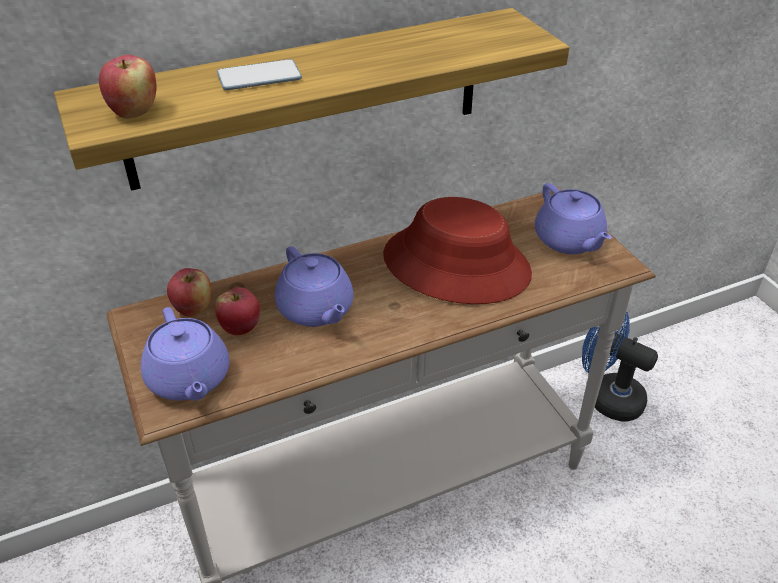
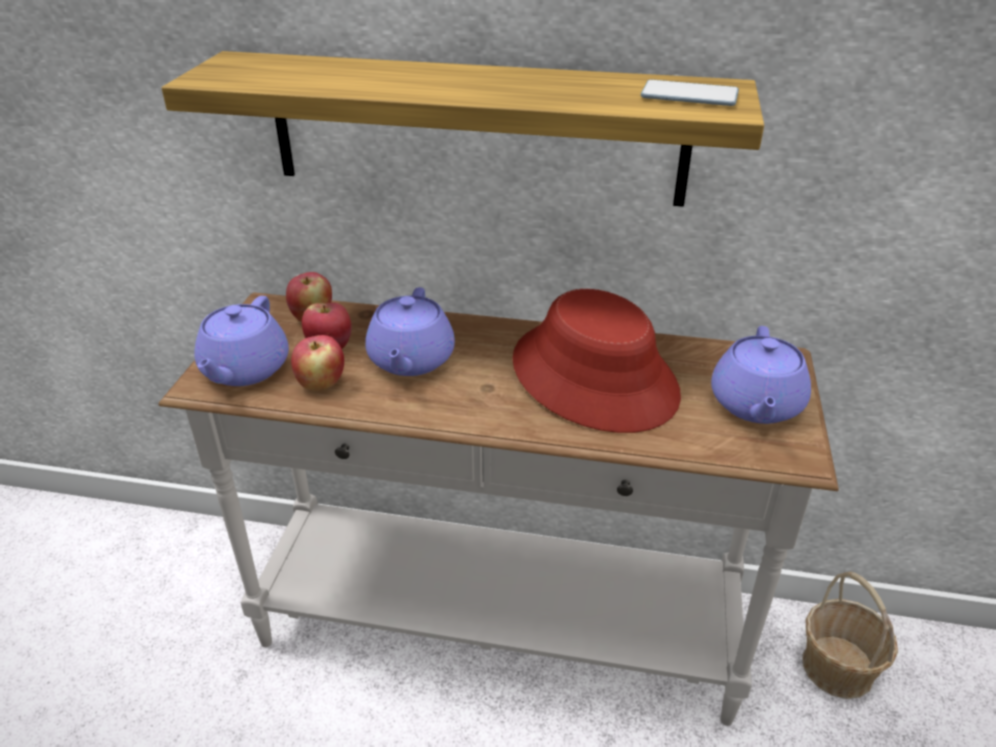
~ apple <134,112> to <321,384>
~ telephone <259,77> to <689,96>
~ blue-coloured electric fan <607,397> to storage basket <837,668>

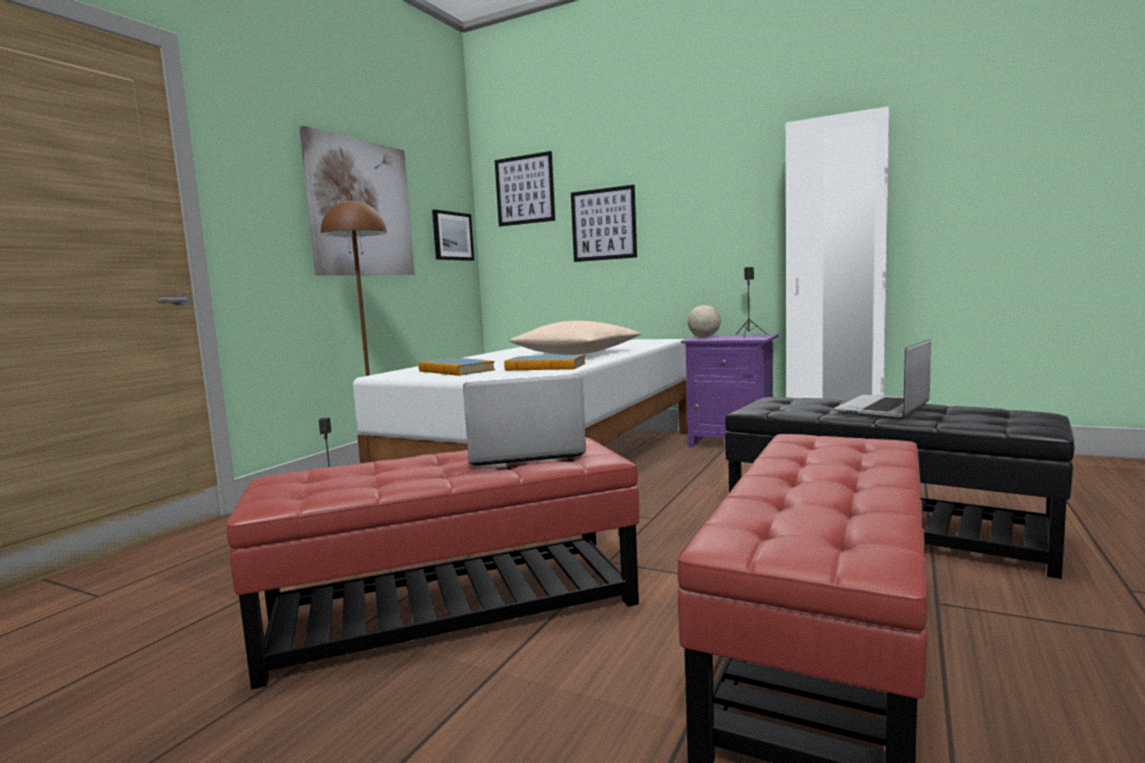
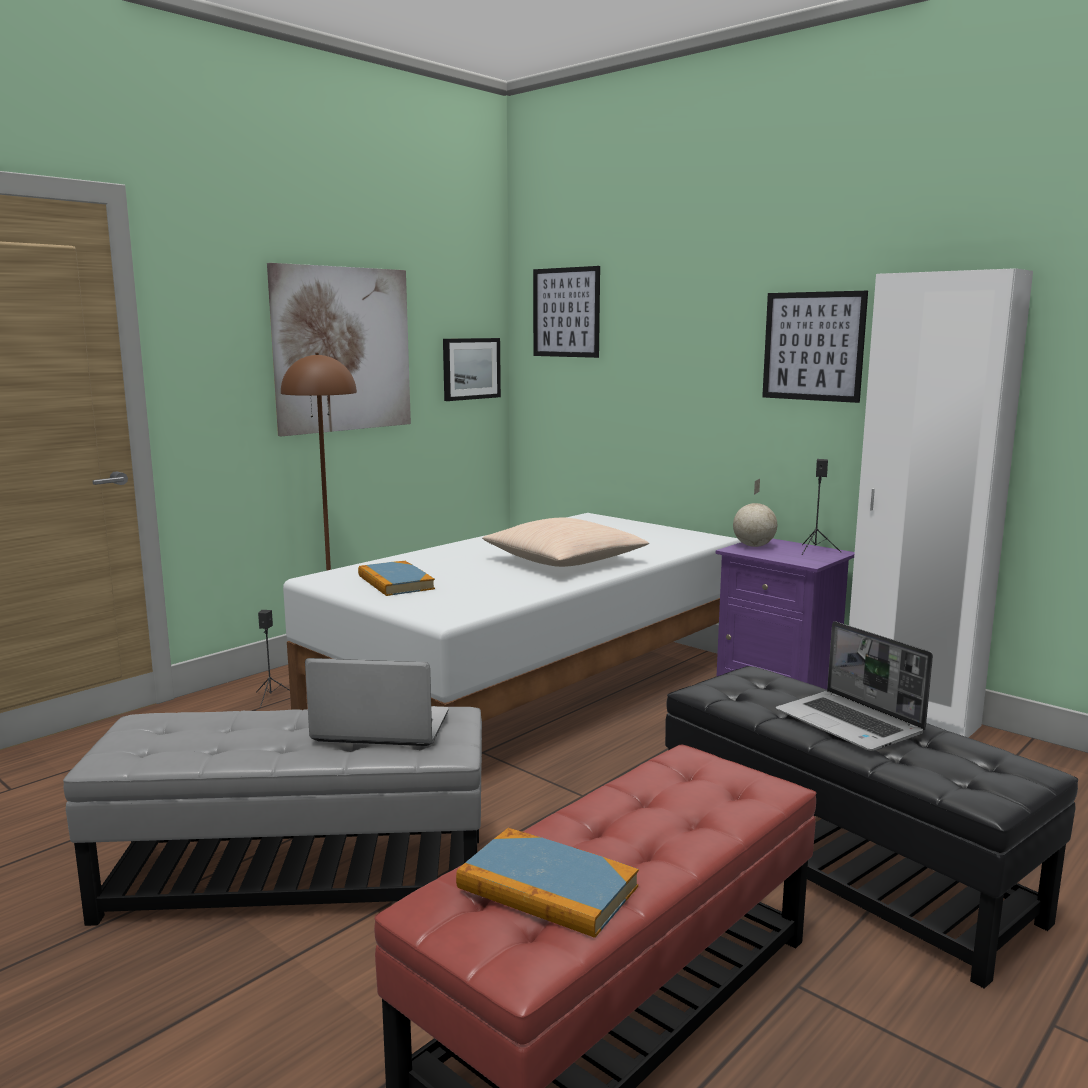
~ volume <545,367> to <547,888>
~ wall picture <603,224> to <813,346>
~ red ottoman <453,611> to grey ottoman <297,878>
~ portable computer <884,409> = <850,724> 90 degrees counterclockwise

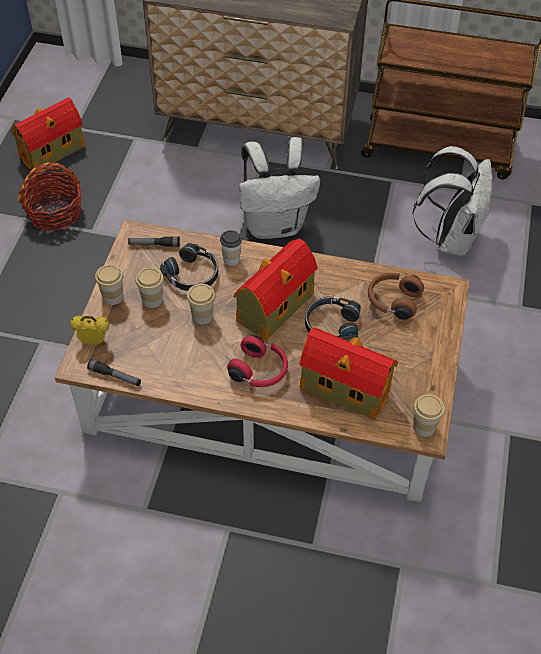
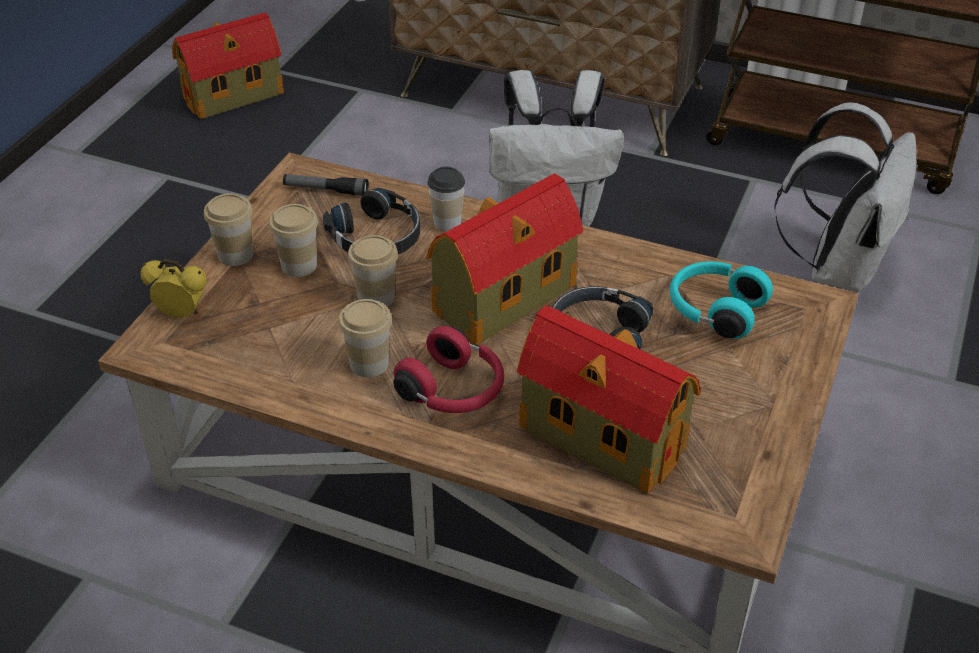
- storage basket <55,212>
- hand torch <115,376>
~ small cup <424,427> to <369,363>
~ brown-coloured headphones <392,301> to turquoise-coloured headphones <714,310>

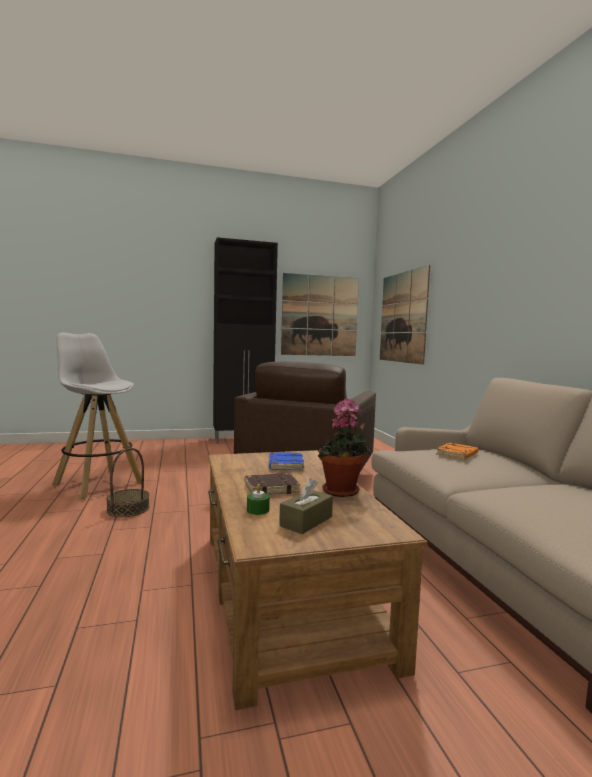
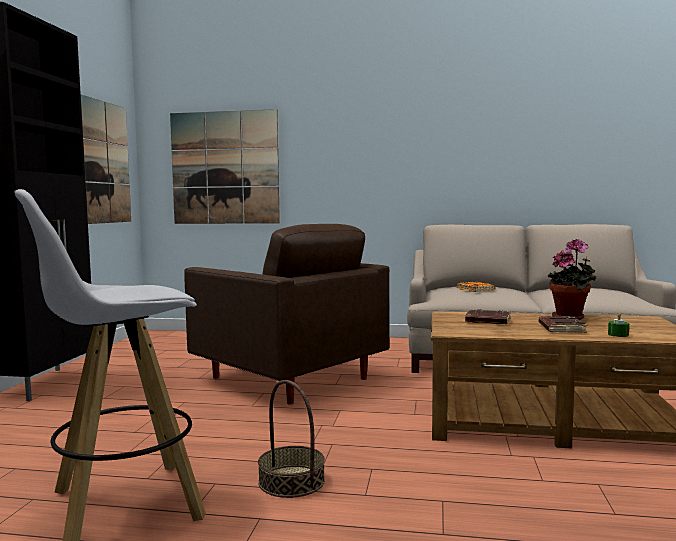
- brown-coloured tissue holder <306,521>
~ blue-coloured volume <285,465> to brown-coloured volume <487,321>

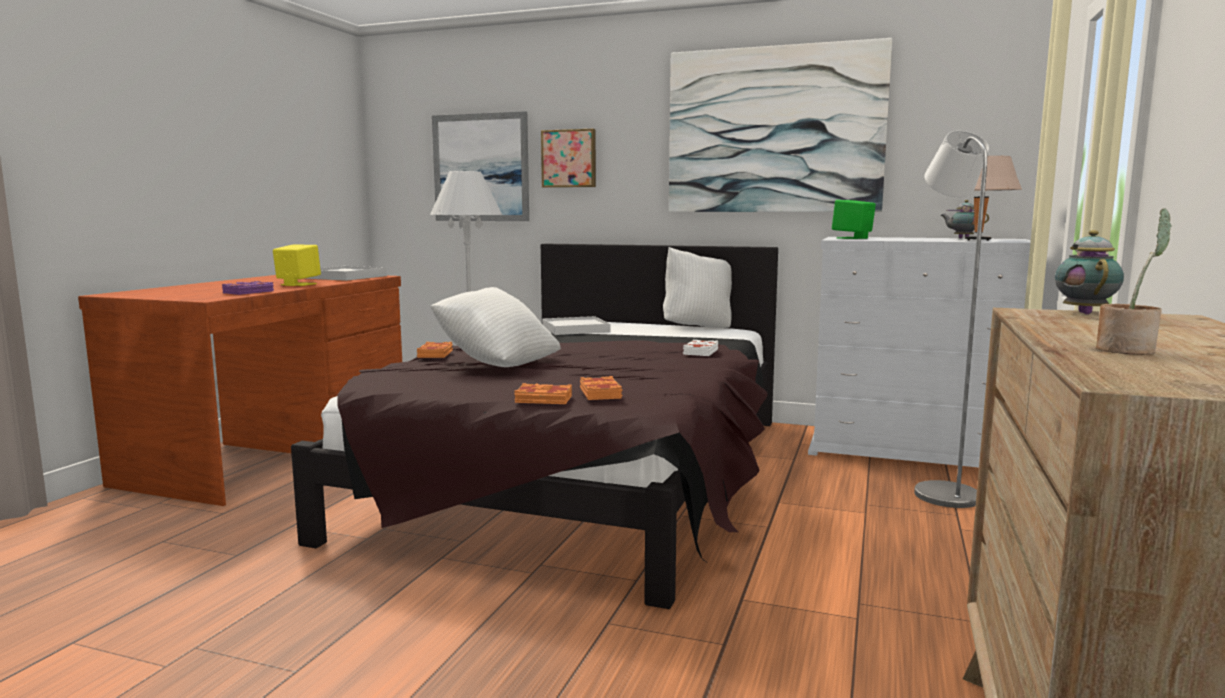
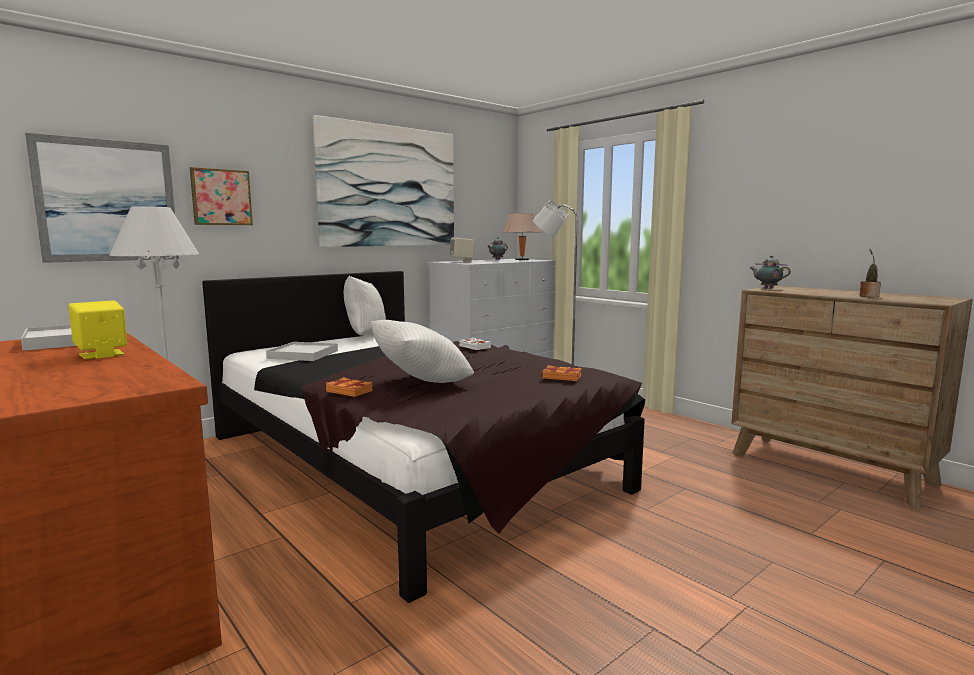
- purplish volume <249,292>
- orangey volume <543,400>
~ greenish speaker <852,238> to sand-coloured speaker <462,262>

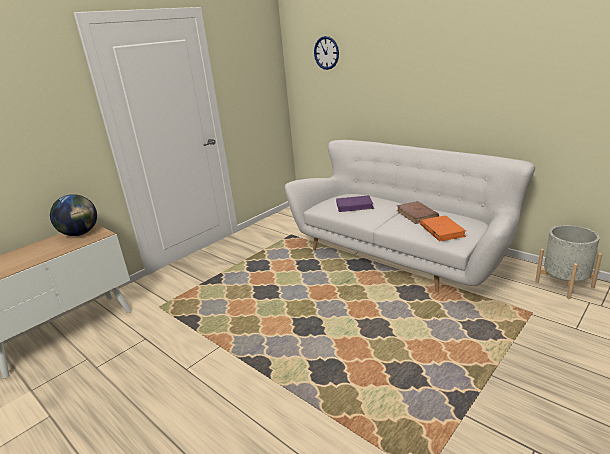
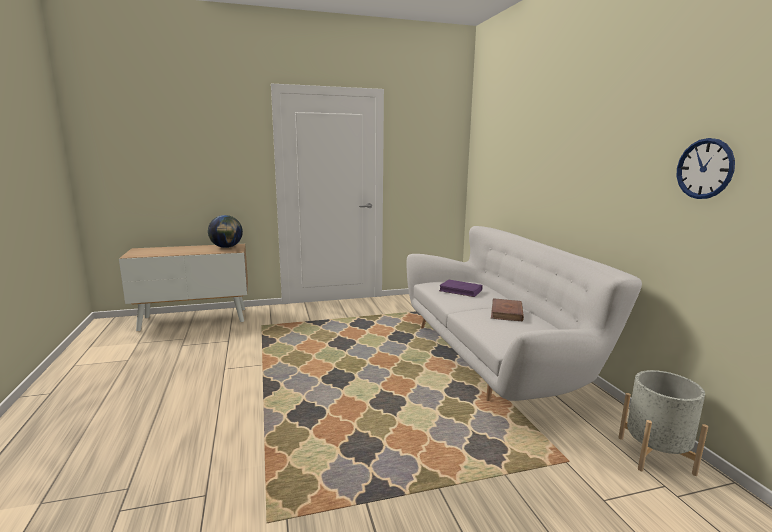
- orangey volume <442,230>
~ clock on the wall <326,53> to <704,169>

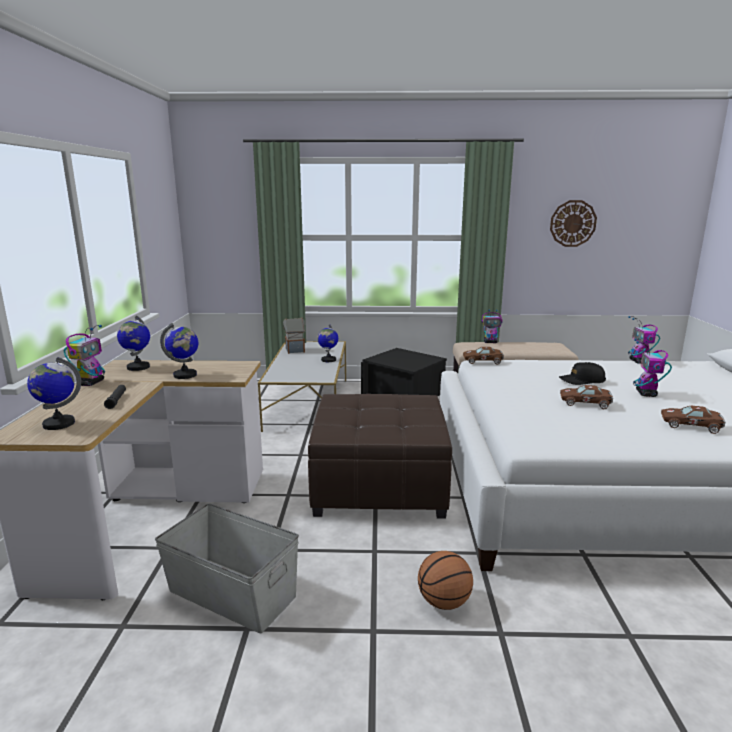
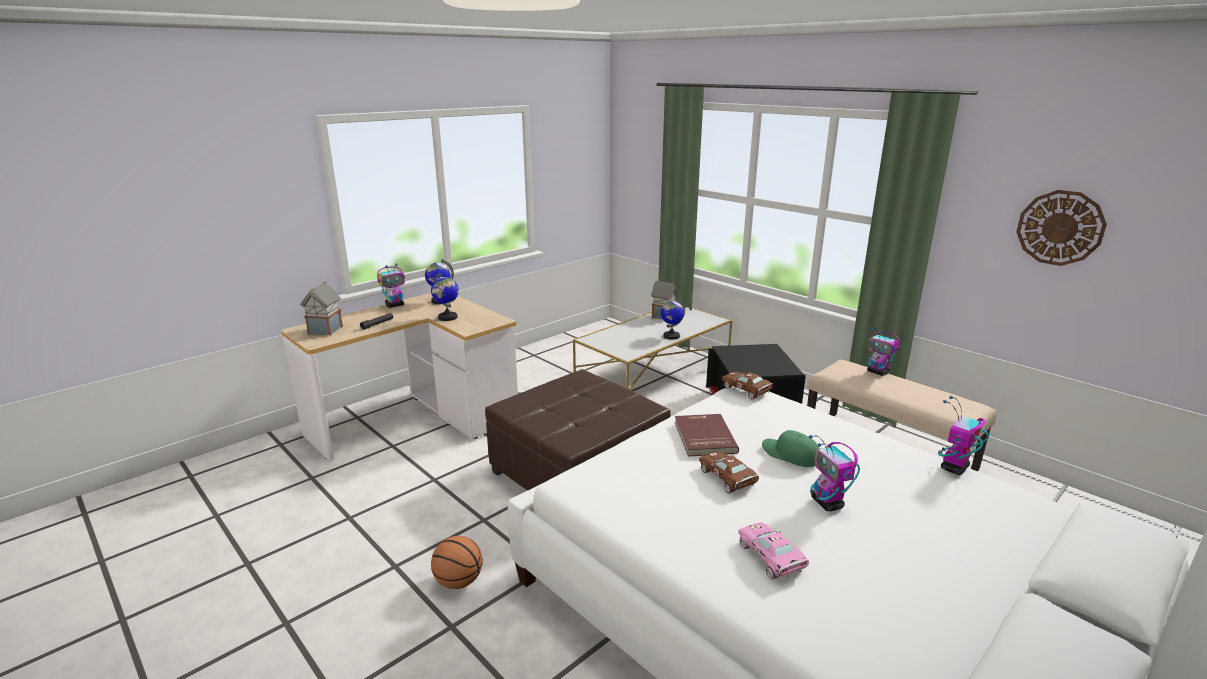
- grey storage box <232,592>
+ red volume <703,437>
~ globe <58,424> to toy house <325,330>
~ black-coloured peaked cap <582,380> to greenish peaked cap <790,454>
~ brown-coloured toy car <693,426> to pinkish toy car <772,559>
~ robot figure <646,394> = <827,504> 75 degrees counterclockwise

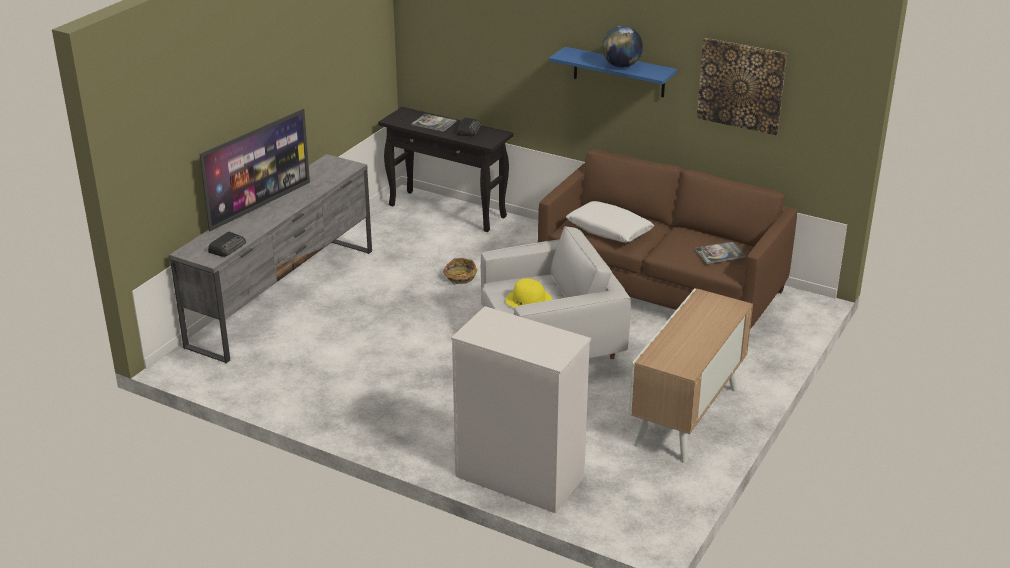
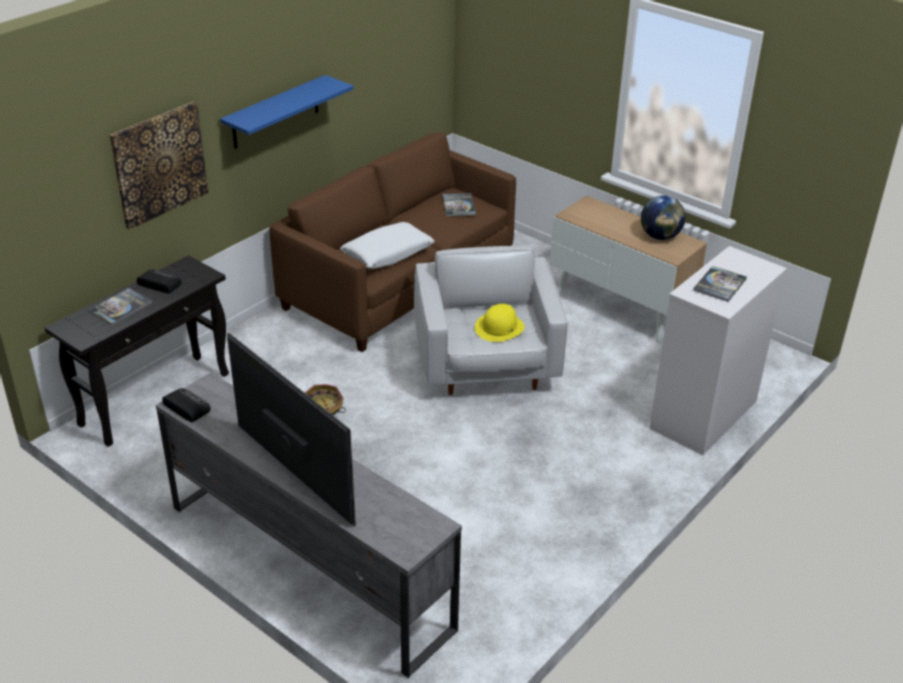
+ volume <719,285>
~ radio receiver <227,247> to <186,407>
~ globe <621,66> to <660,236>
~ wall picture <741,85> to <159,164>

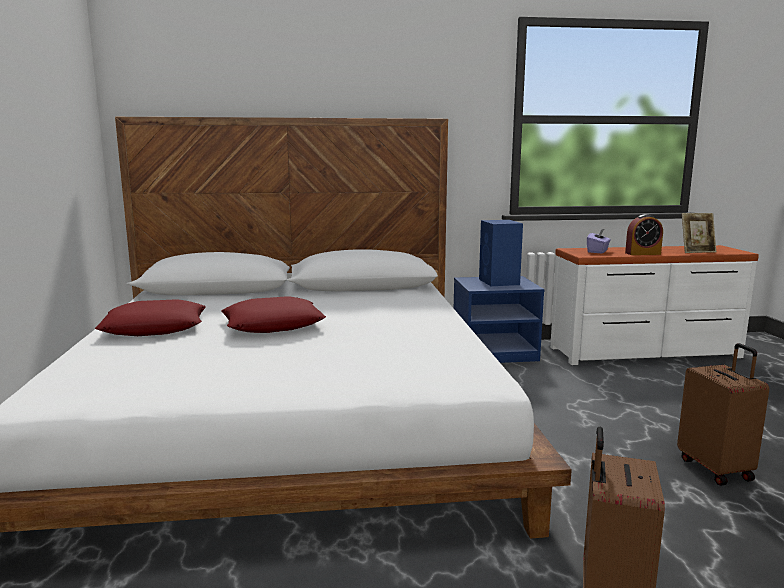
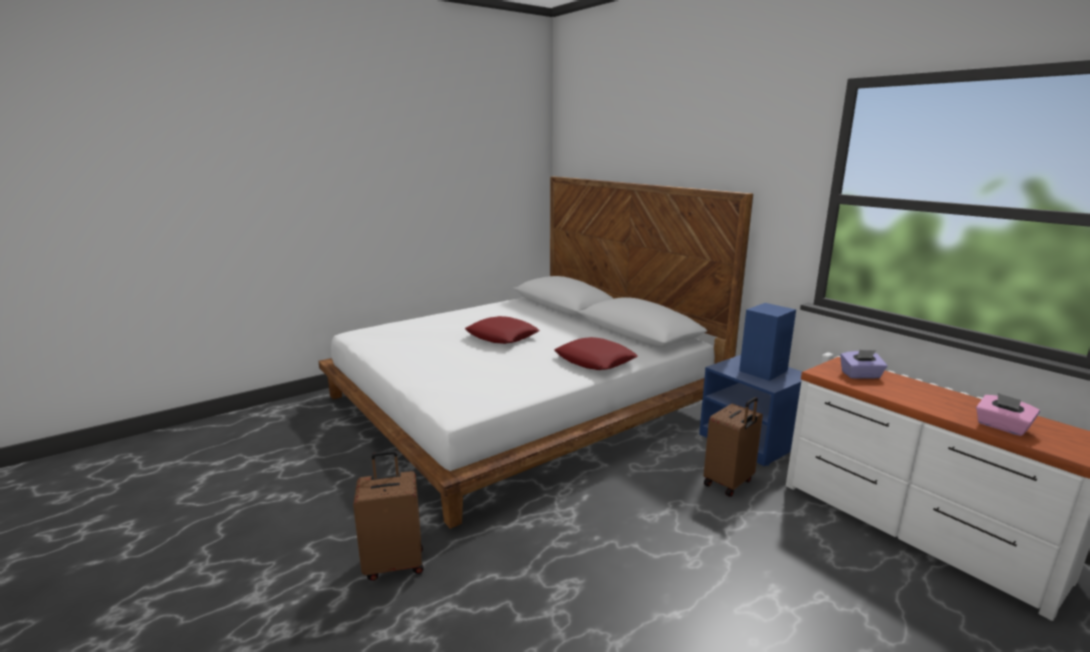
- bedside clock <642,253>
~ red throw pillow <155,328> to <595,361>
~ brown-coloured travel case <716,469> to <729,483>
~ picture frame <696,251> to pinkish tissue holder <1002,427>

